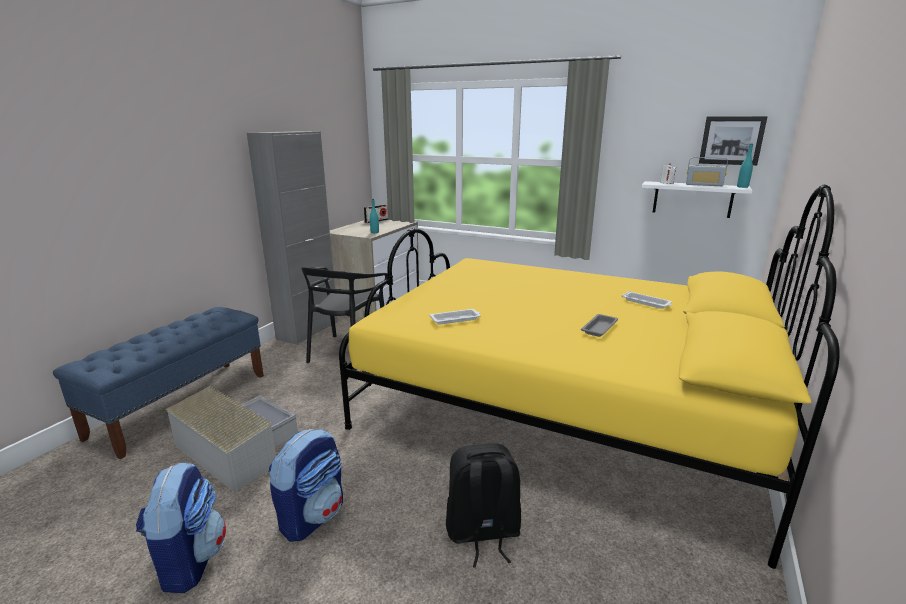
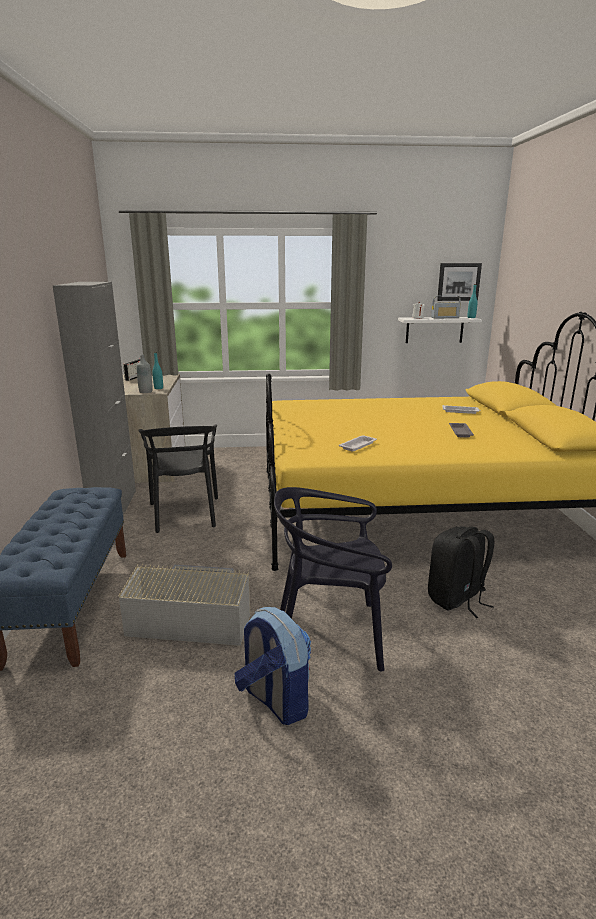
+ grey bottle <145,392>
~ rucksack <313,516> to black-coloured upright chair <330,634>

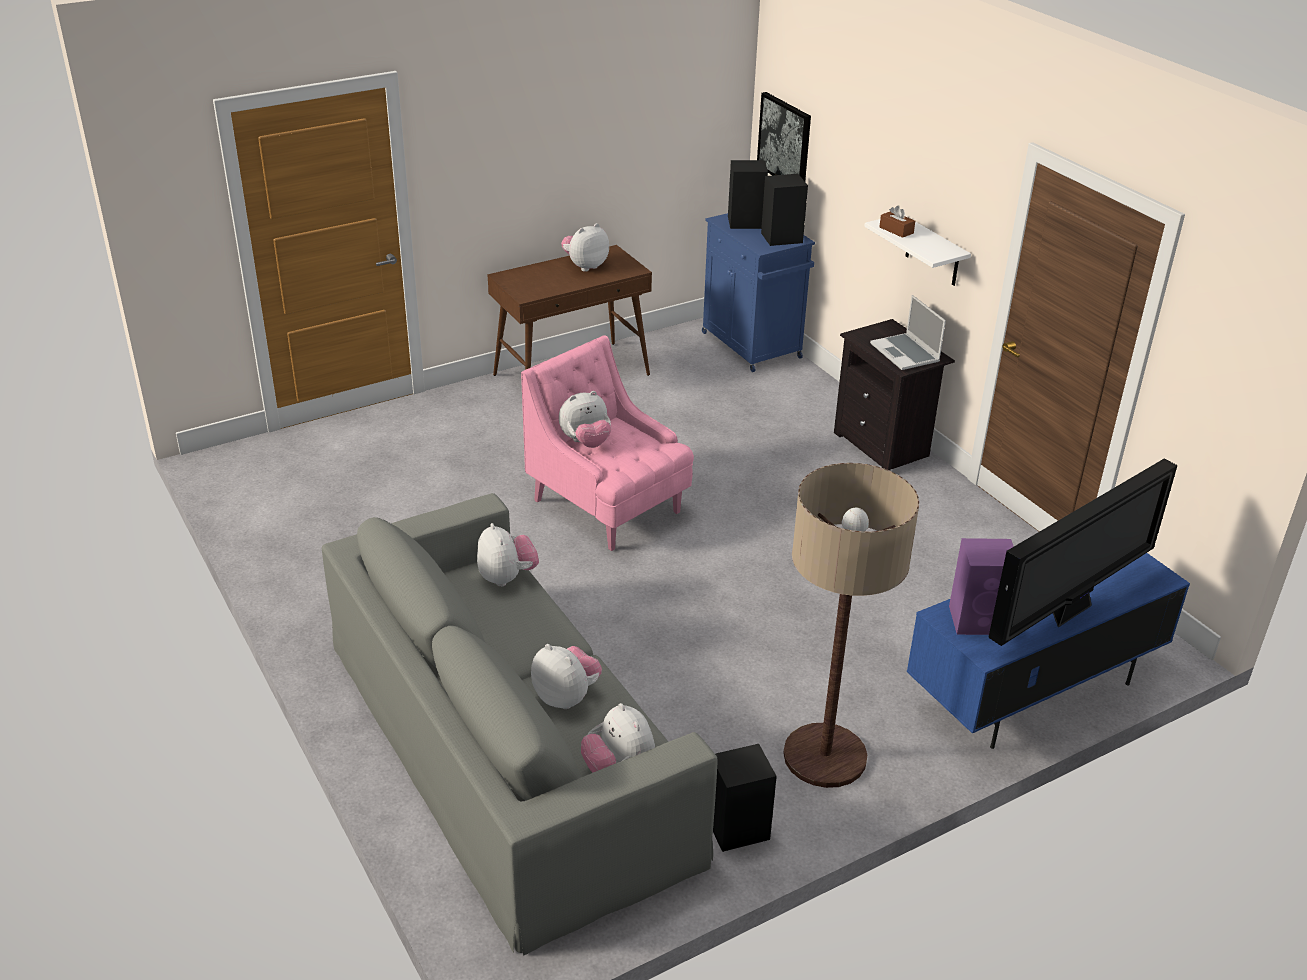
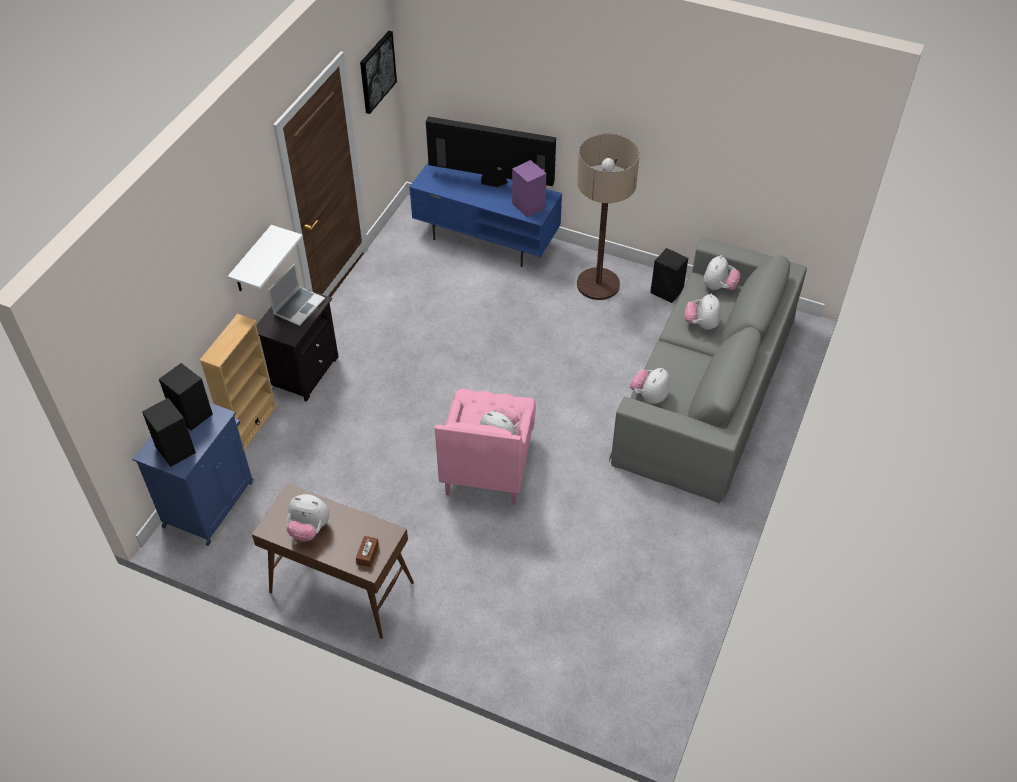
+ sand-coloured shelving unit <251,424>
~ wall picture <785,141> to <377,71>
~ brown-coloured tissue holder <896,230> to <368,554>

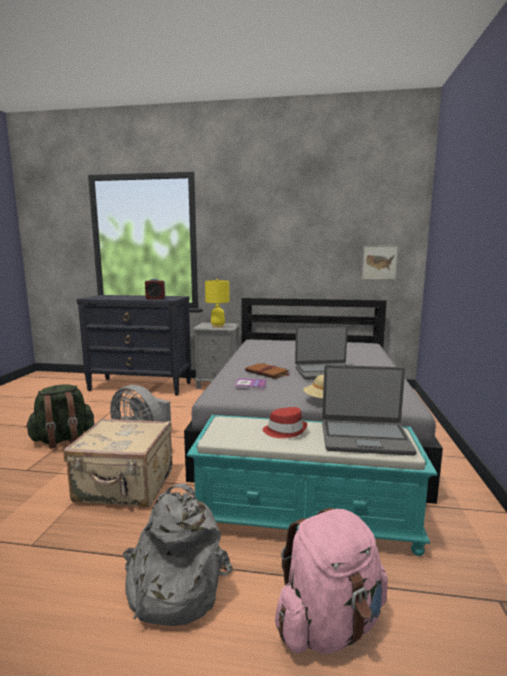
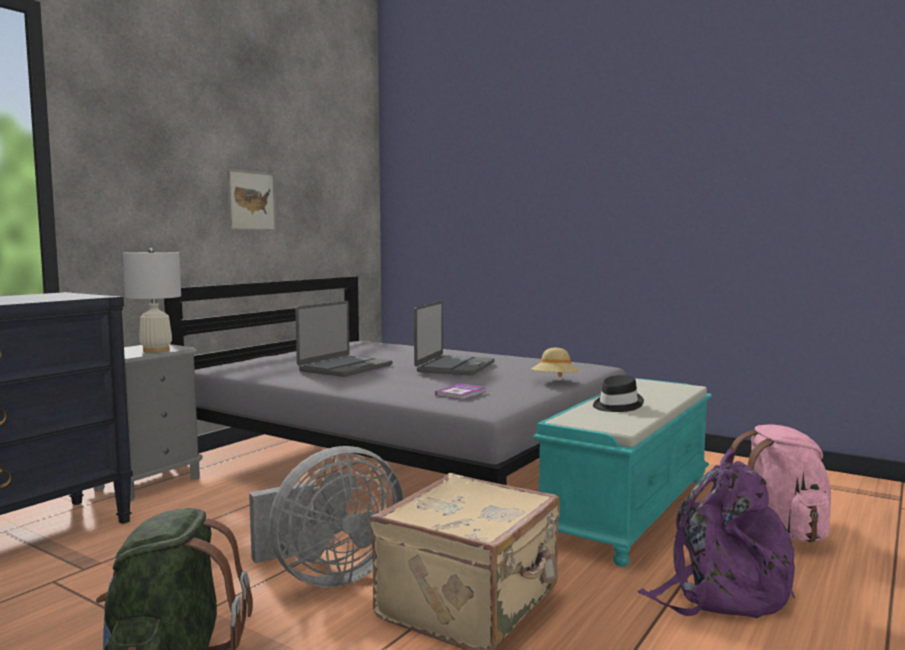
- bedside clock <155,298>
- brown-coloured volume <268,372>
~ portable computer <364,438> to <345,368>
~ wall picture <379,262> to <251,201>
~ grey rucksack <173,585> to purplish rucksack <720,591>
~ yellow-coloured table lamp <217,326> to white table lamp <156,350>
~ red wearable hat <285,430> to black-coloured wearable hat <616,405>

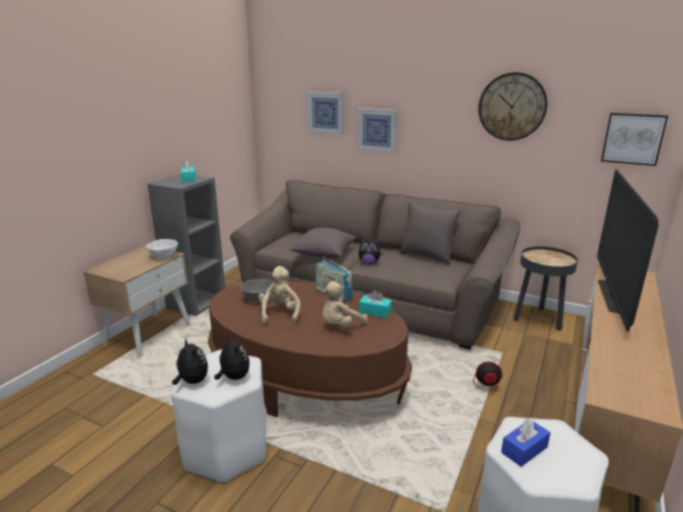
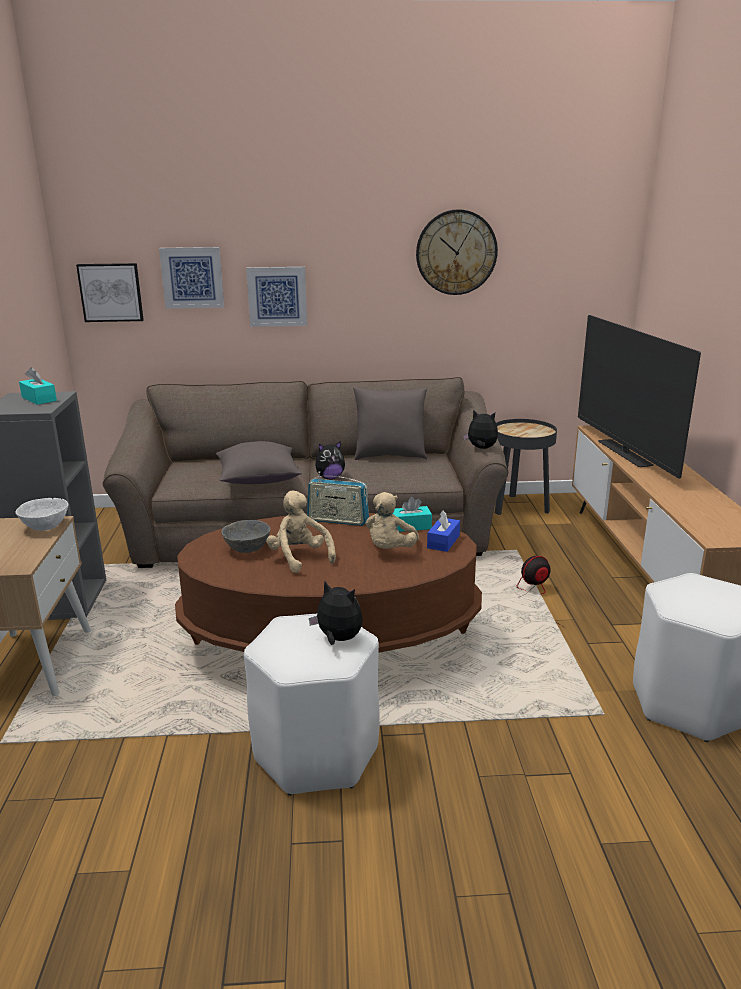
~ soft toy <192,381> to <481,448>
~ blue-coloured tissue holder <524,450> to <443,542>
~ wall picture <633,138> to <111,292>

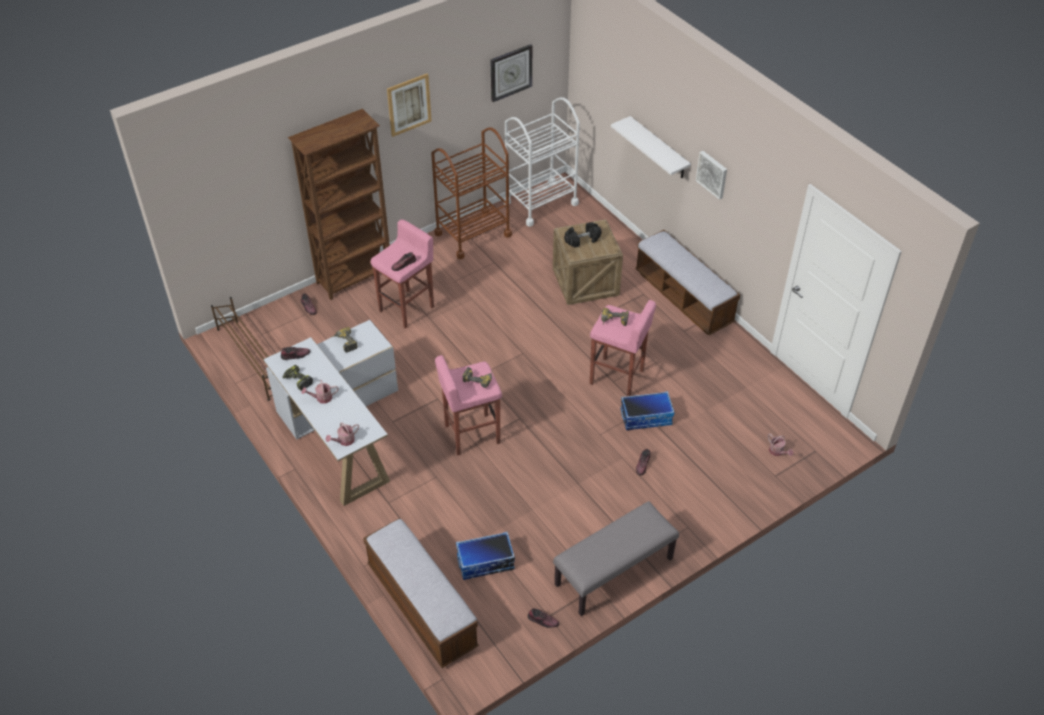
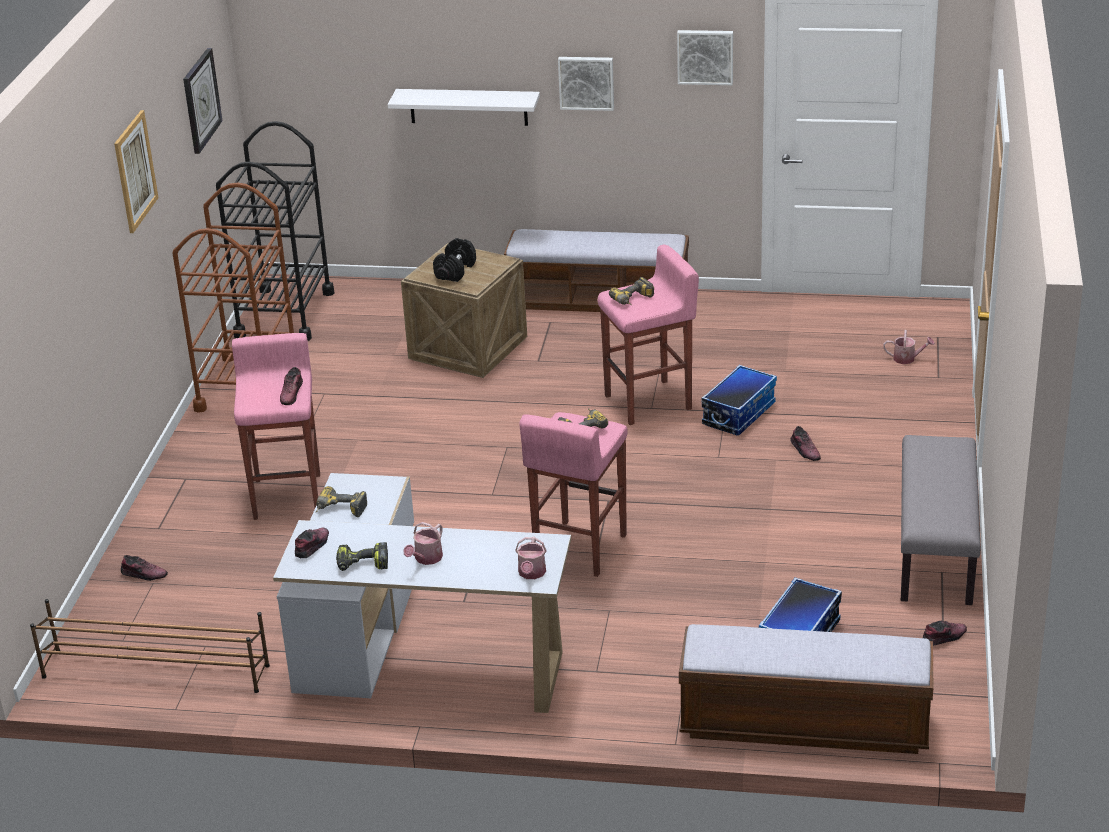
- brown-coloured shelving unit <355,277>
+ wall picture <705,56>
~ white trolley <540,203> to black-coloured trolley <284,314>

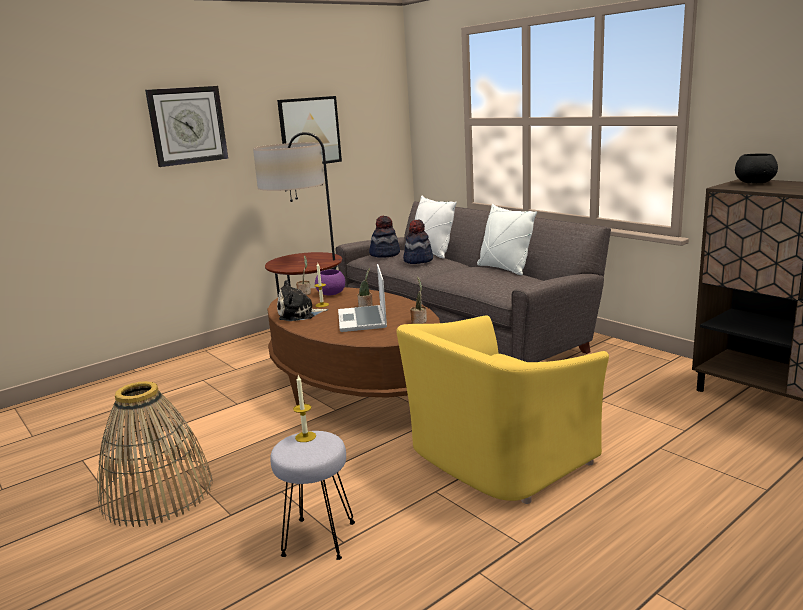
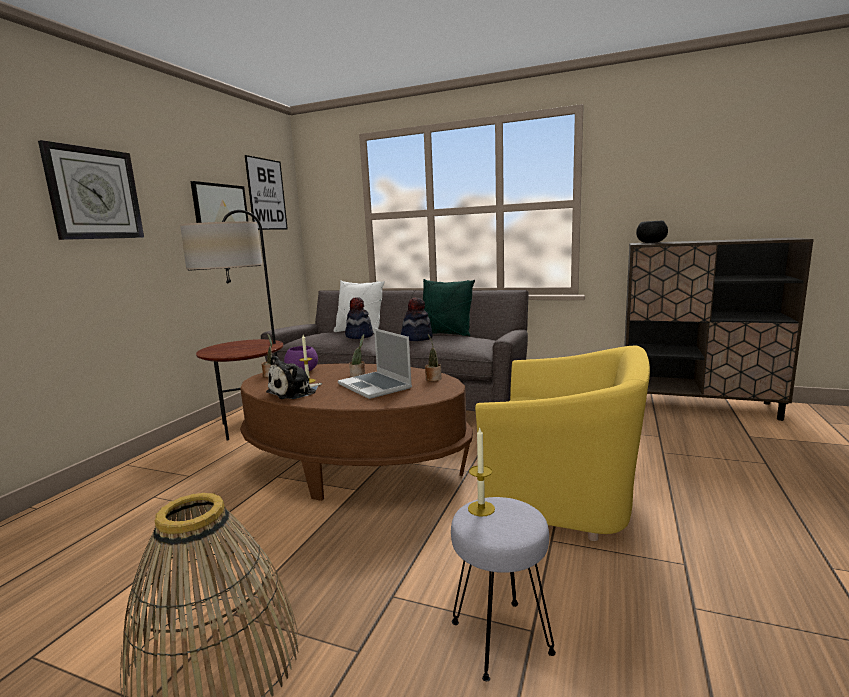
+ wall picture <266,194>
~ wearable hat <385,254> to <416,338>
~ white throw pillow <504,269> to greenish throw pillow <445,334>
~ yellow-coloured lounge chair <497,458> = <563,493> 90 degrees counterclockwise

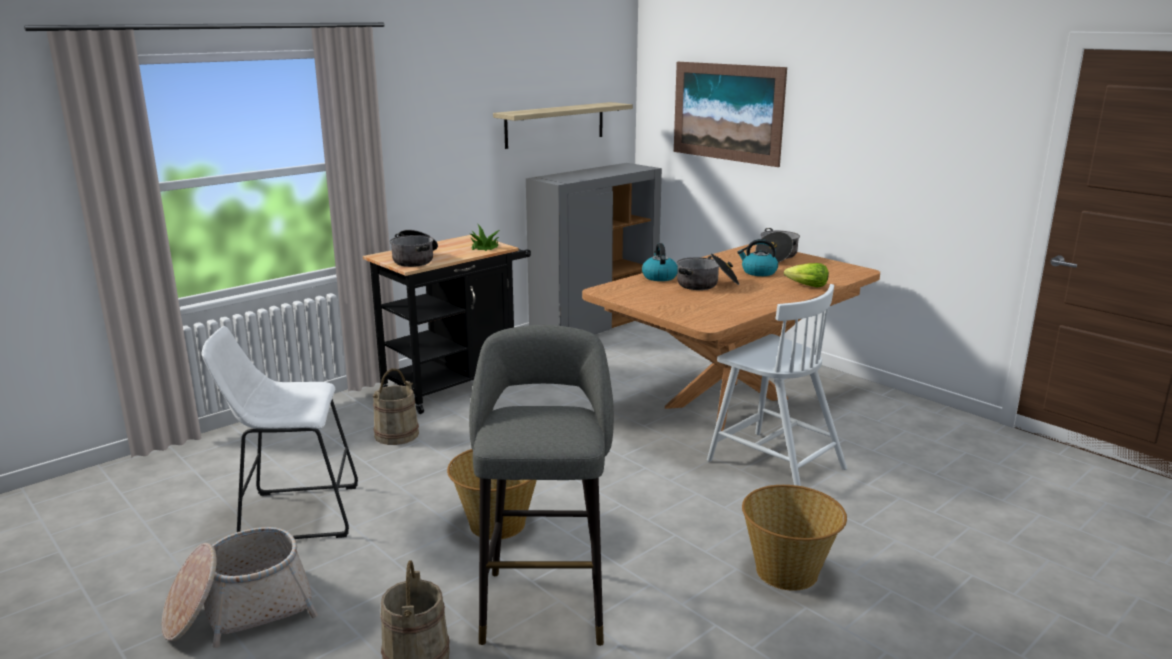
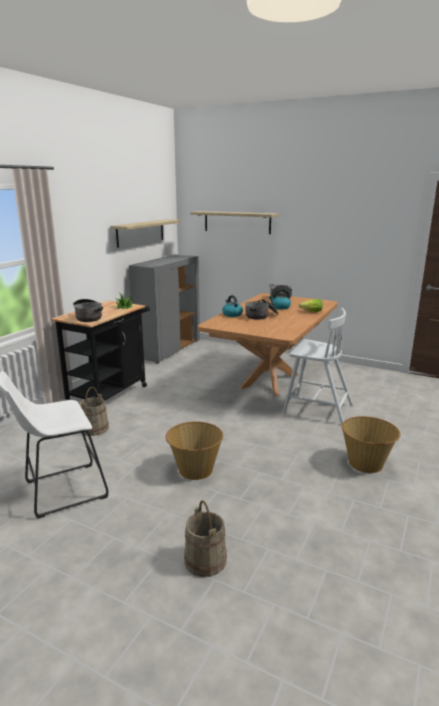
- storage basket <240,610>
- grey sitting stool <544,601>
~ wall picture <727,112> to wall shelf <237,222>

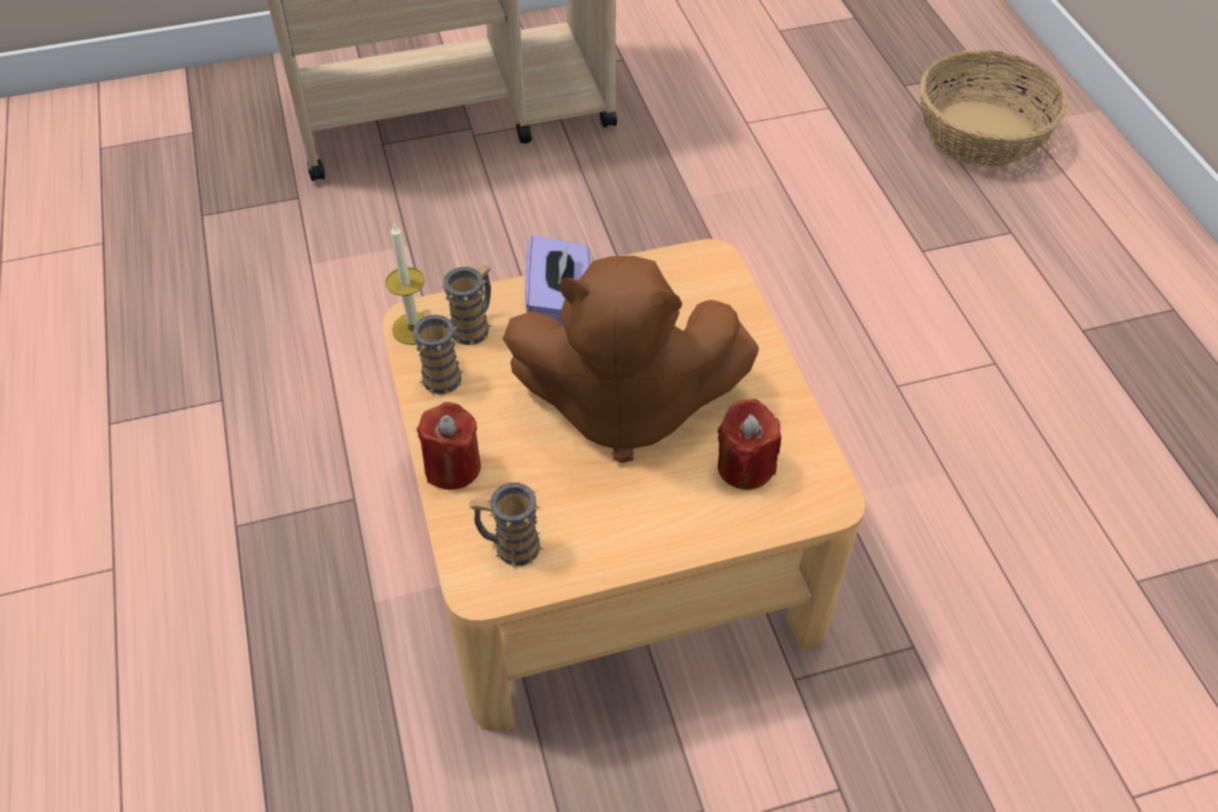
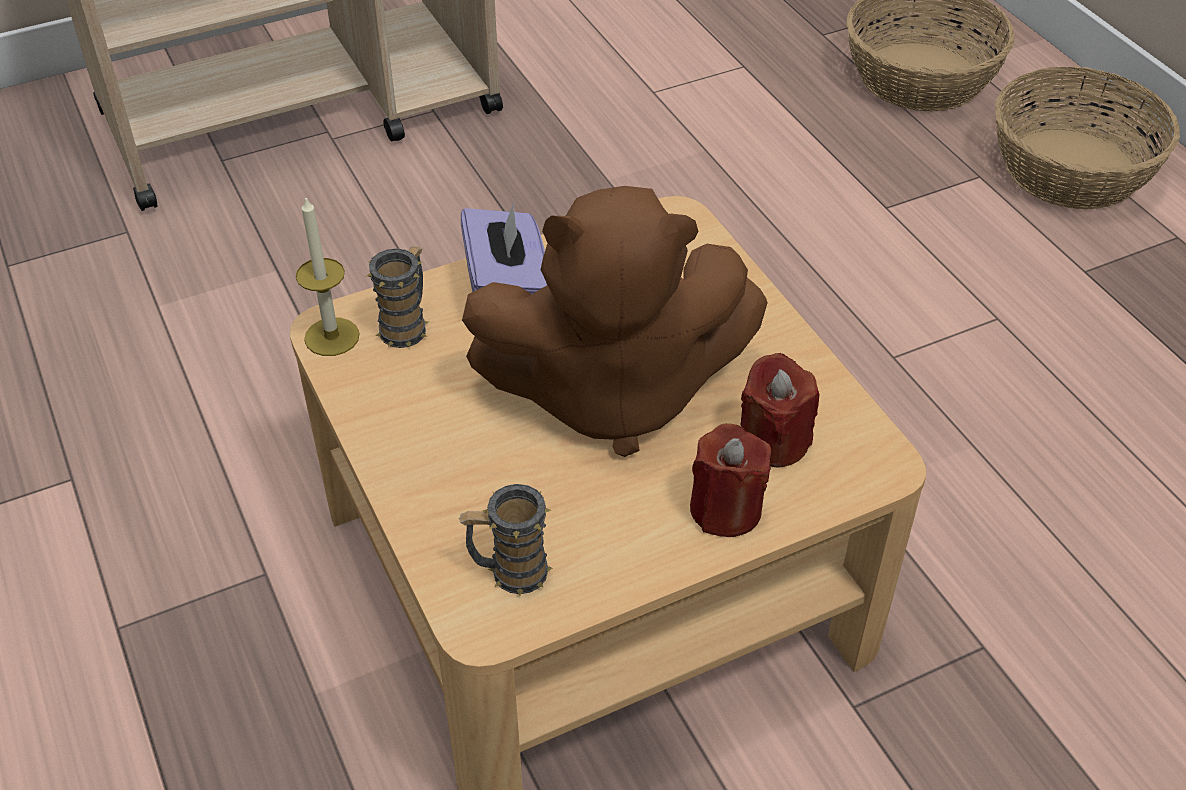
- coffee mug <440,373>
+ storage basket <1069,168>
~ red wax candle <453,467> to <726,509>

